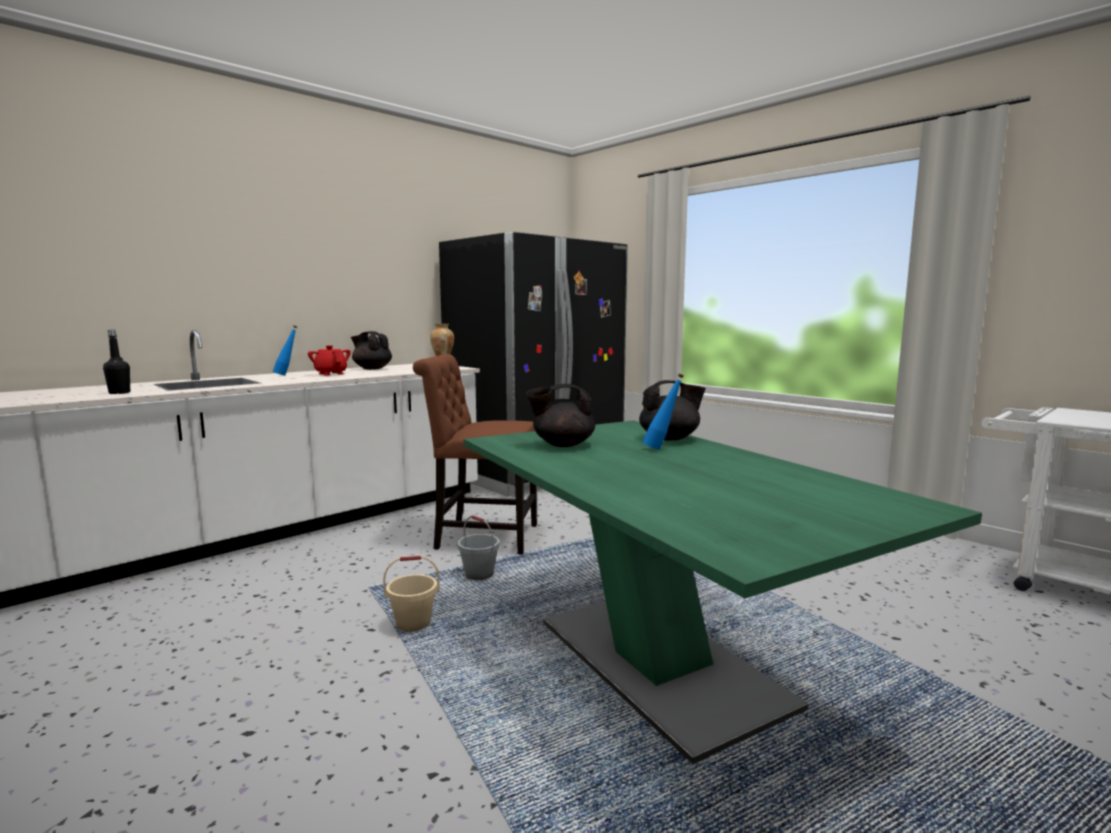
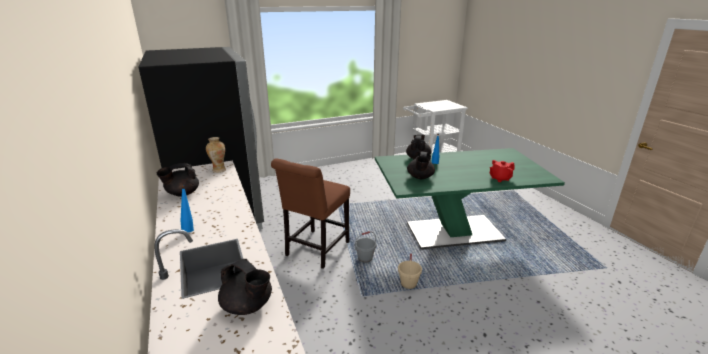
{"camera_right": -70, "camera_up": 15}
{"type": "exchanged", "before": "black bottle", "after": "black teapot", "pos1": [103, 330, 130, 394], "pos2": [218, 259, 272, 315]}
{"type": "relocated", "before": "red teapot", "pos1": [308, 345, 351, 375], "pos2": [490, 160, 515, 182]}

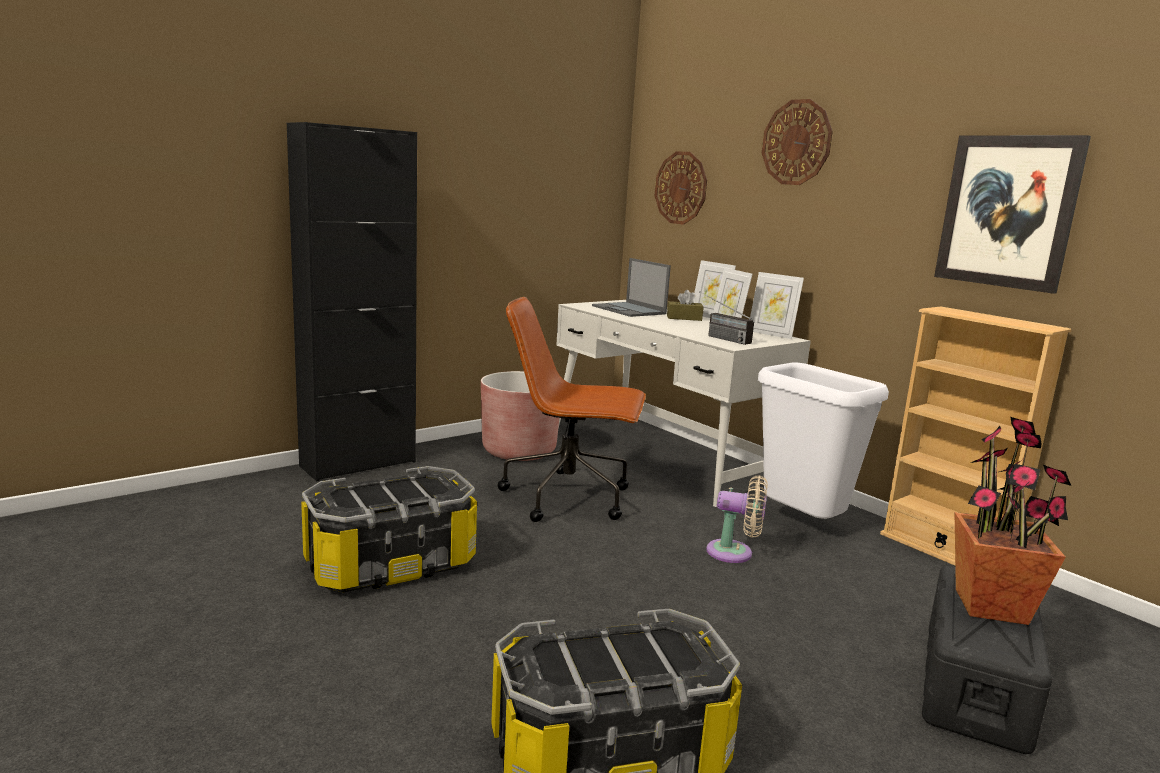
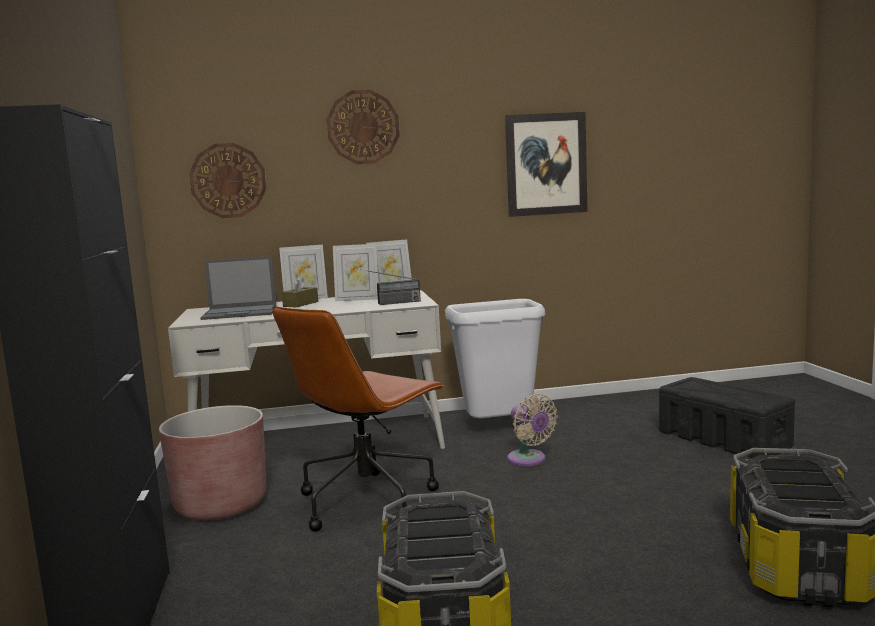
{"camera_right": -60, "camera_up": -5}
{"type": "spun", "before": "beige fan", "pos1": [706, 475, 768, 563], "pos2": [507, 394, 558, 466], "turn": 105}
{"type": "missing", "before": "beige bookcase", "pos1": [880, 307, 1072, 566]}
{"type": "missing", "before": "potted plant", "pos1": [954, 417, 1071, 625]}

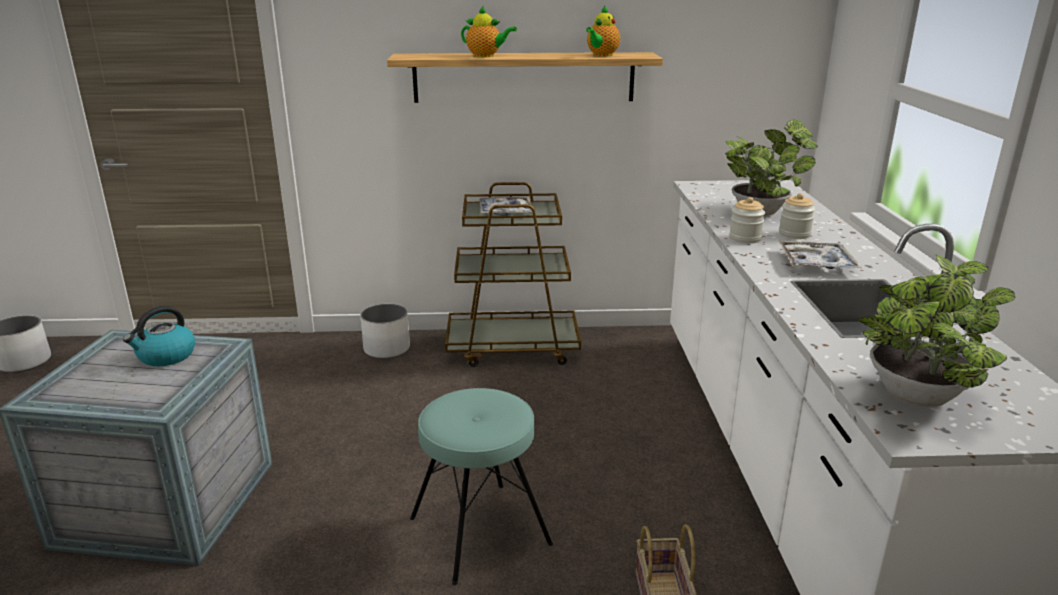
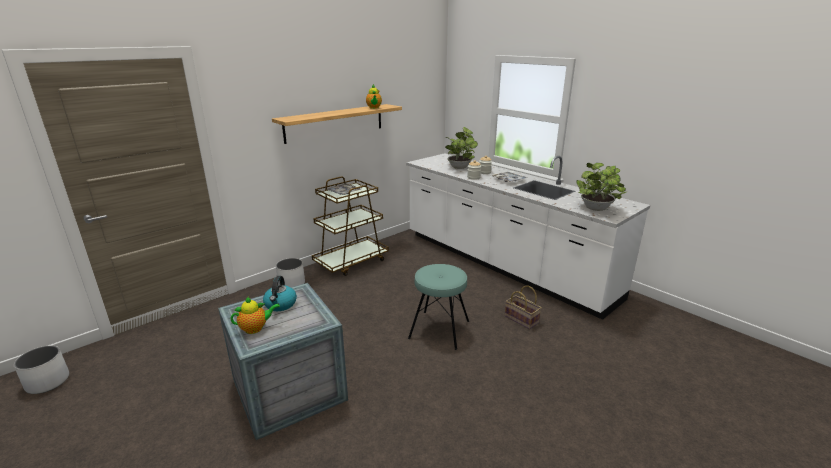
{"camera_right": -40, "camera_up": 0}
{"type": "relocated", "before": "teapot", "pos1": [461, 5, 517, 57], "pos2": [230, 297, 280, 334]}

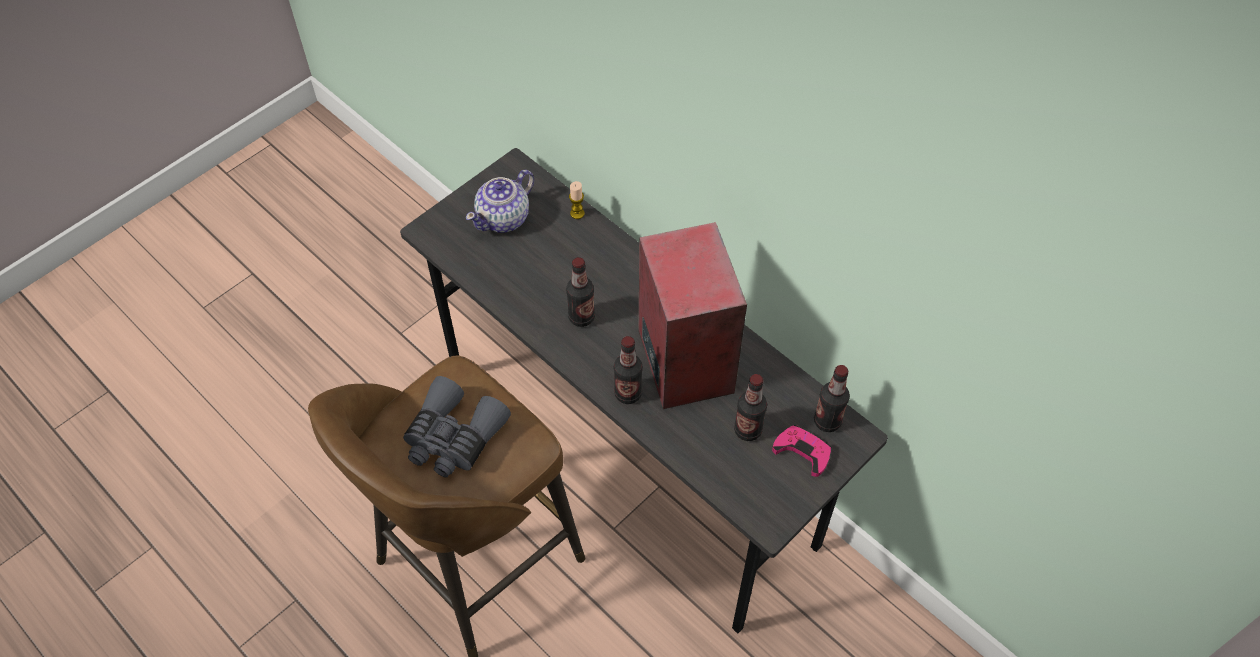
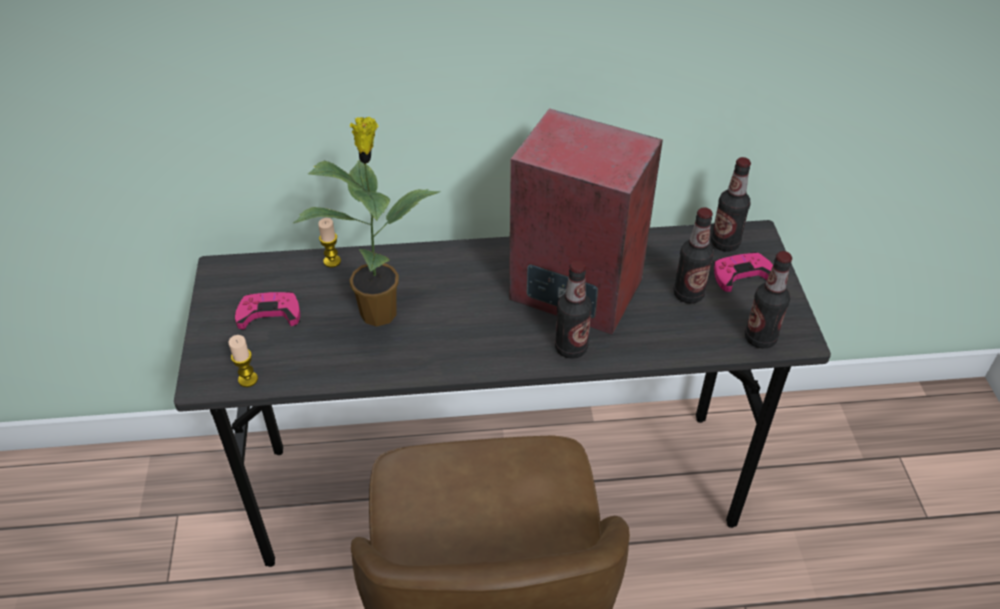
{"camera_right": -50, "camera_up": -10}
{"type": "appeared", "after": "candle", "pos2": [228, 335, 258, 387]}
{"type": "exchanged", "before": "teapot", "after": "pink game controller", "pos1": [466, 170, 534, 233], "pos2": [235, 291, 300, 329]}
{"type": "appeared", "after": "potted plant", "pos2": [293, 117, 441, 327]}
{"type": "relocated", "before": "bottle", "pos1": [566, 257, 595, 327], "pos2": [745, 251, 792, 349]}
{"type": "missing", "before": "grey binoculars", "pos1": [403, 376, 511, 477]}

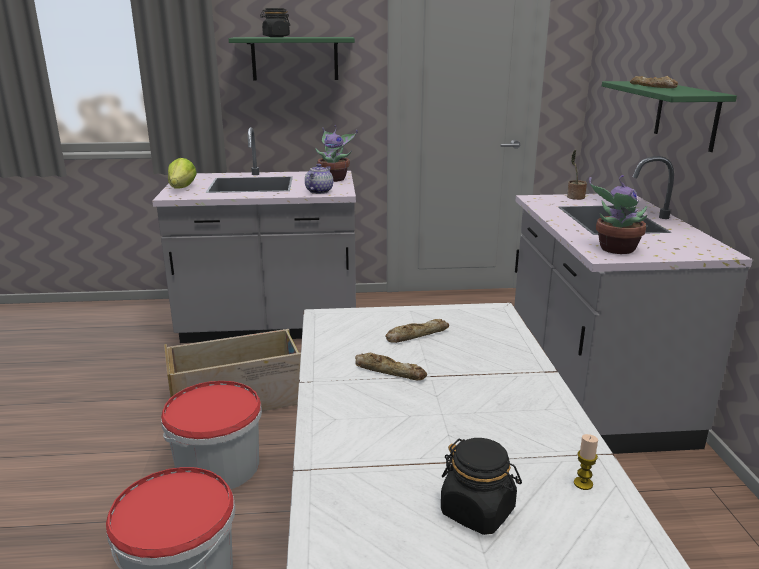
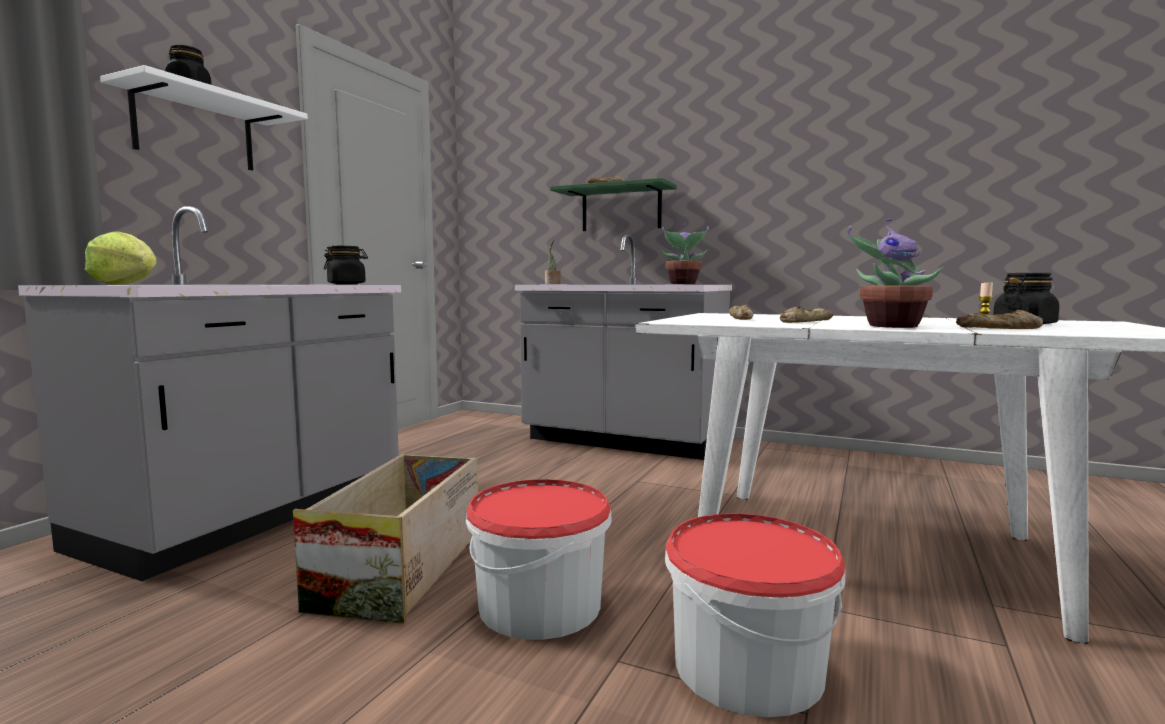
{"camera_right": -60, "camera_up": -15}
{"type": "colour", "before": "green shelf", "after": "white shelf", "pos1": [229, 37, 355, 80], "pos2": [100, 65, 308, 171]}
{"type": "exchanged", "before": "teapot", "after": "black jar", "pos1": [305, 164, 333, 194], "pos2": [324, 246, 368, 284]}
{"type": "relocated", "before": "potted plant", "pos1": [315, 125, 358, 182], "pos2": [847, 218, 944, 328]}
{"type": "appeared", "after": "bread", "pos2": [956, 310, 1043, 329]}

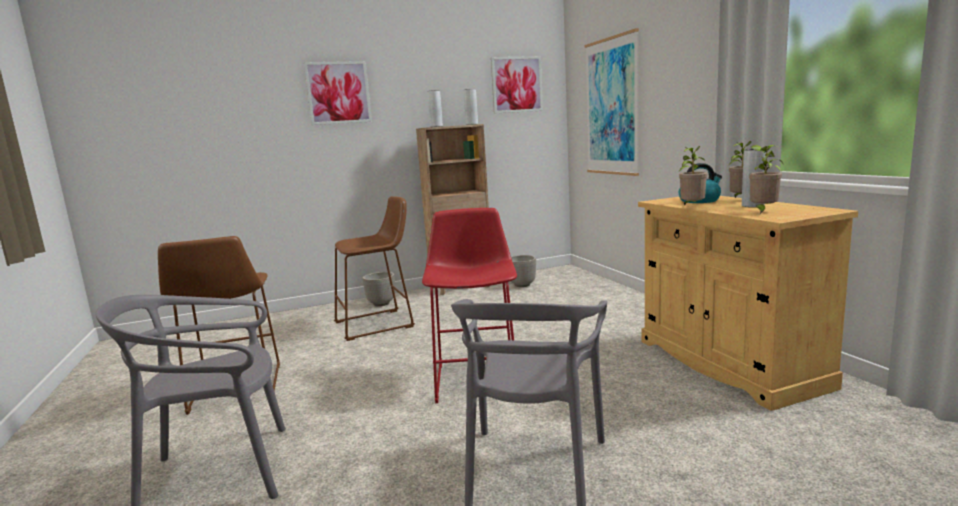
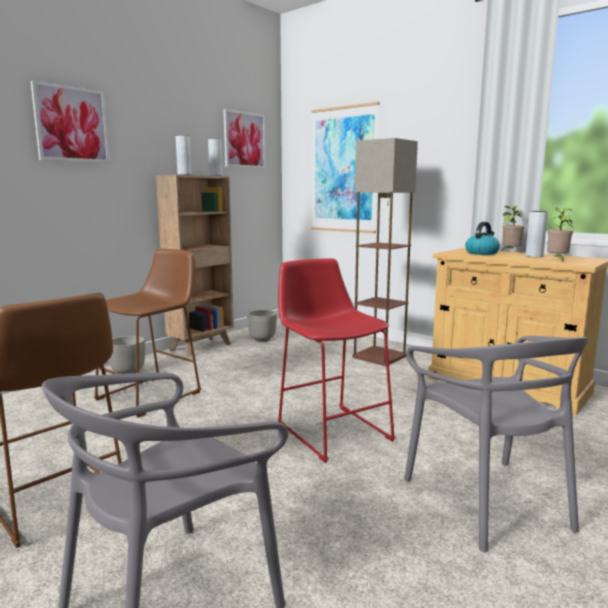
{"camera_right": -30, "camera_up": 0}
{"type": "appeared", "after": "floor lamp", "pos2": [352, 138, 418, 366]}
{"type": "missing", "before": "potted plant", "pos1": [678, 146, 707, 205]}

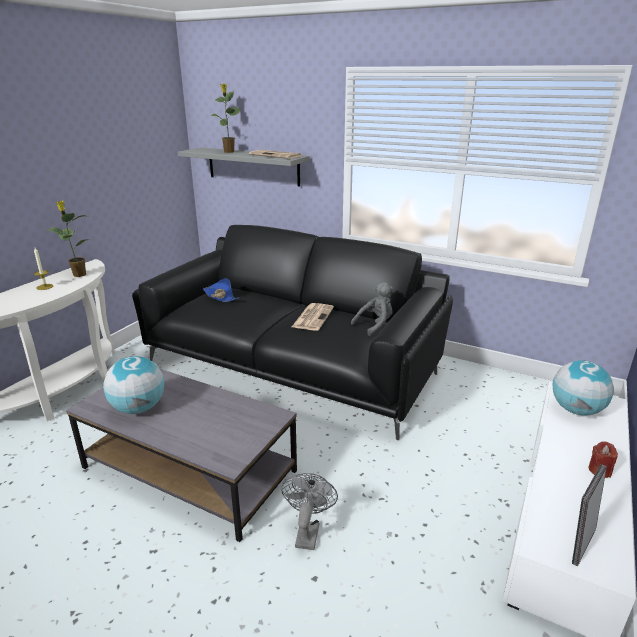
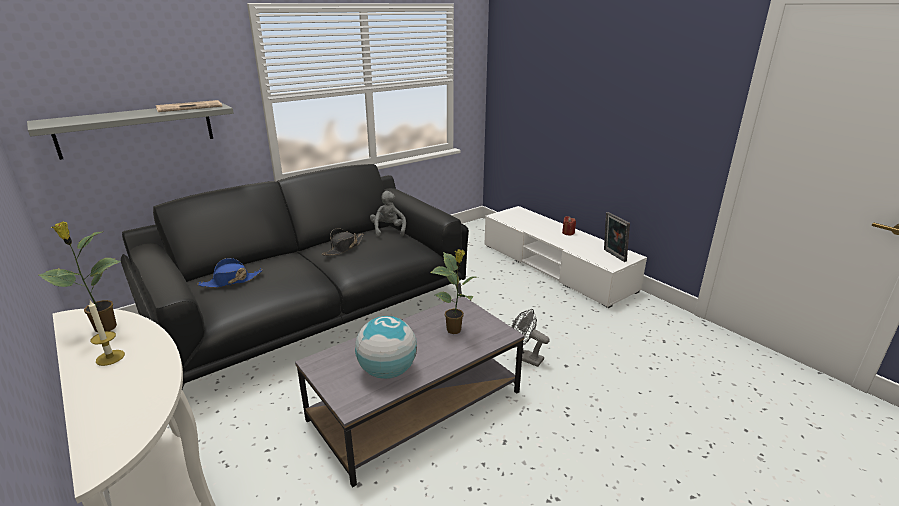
{"camera_right": -65, "camera_up": 0}
{"type": "exchanged", "before": "newspaper", "after": "black hat", "pos1": [292, 303, 334, 330], "pos2": [322, 229, 364, 256]}
{"type": "relocated", "before": "potted plant", "pos1": [210, 84, 241, 153], "pos2": [430, 249, 477, 334]}
{"type": "missing", "before": "globe", "pos1": [552, 360, 614, 415]}

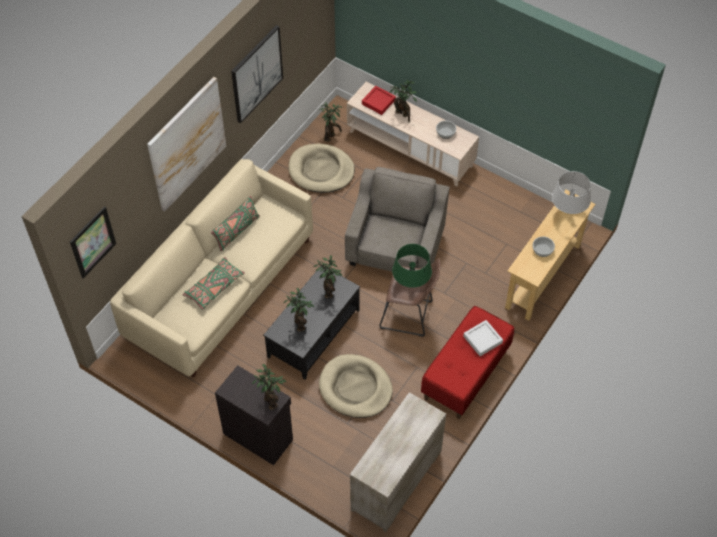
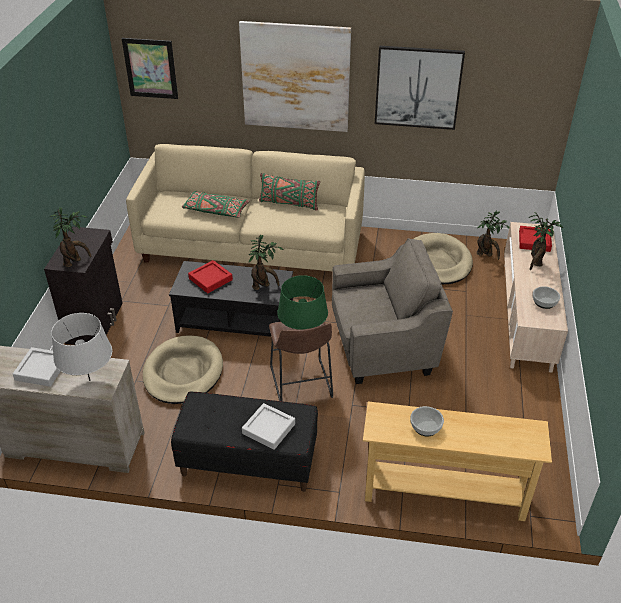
{"camera_right": 65, "camera_up": -15}
{"type": "appeared", "after": "grey tray", "pos2": [13, 347, 61, 387]}
{"type": "relocated", "before": "grey table lamp", "pos1": [552, 171, 591, 214], "pos2": [51, 313, 112, 381]}
{"type": "colour", "before": "red bench", "after": "black bench", "pos1": [421, 306, 514, 419], "pos2": [171, 392, 318, 492]}
{"type": "exchanged", "before": "potted plant", "after": "red tray", "pos1": [283, 288, 315, 332], "pos2": [188, 260, 233, 293]}

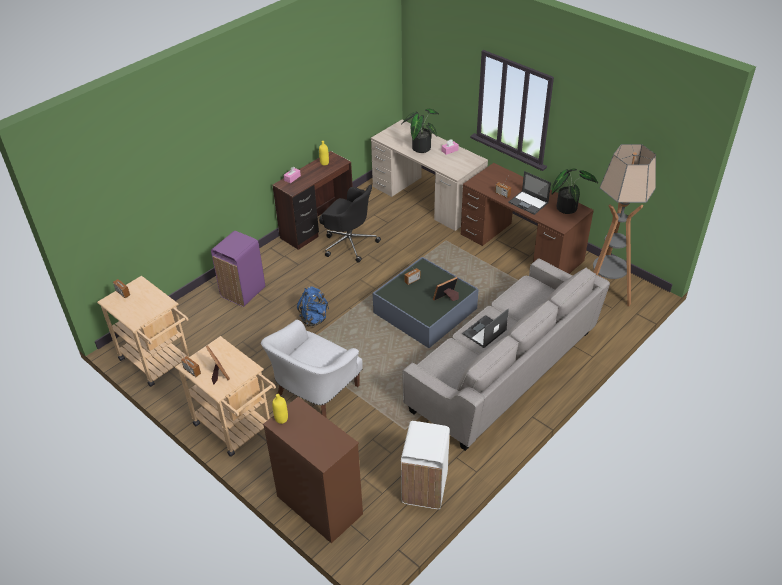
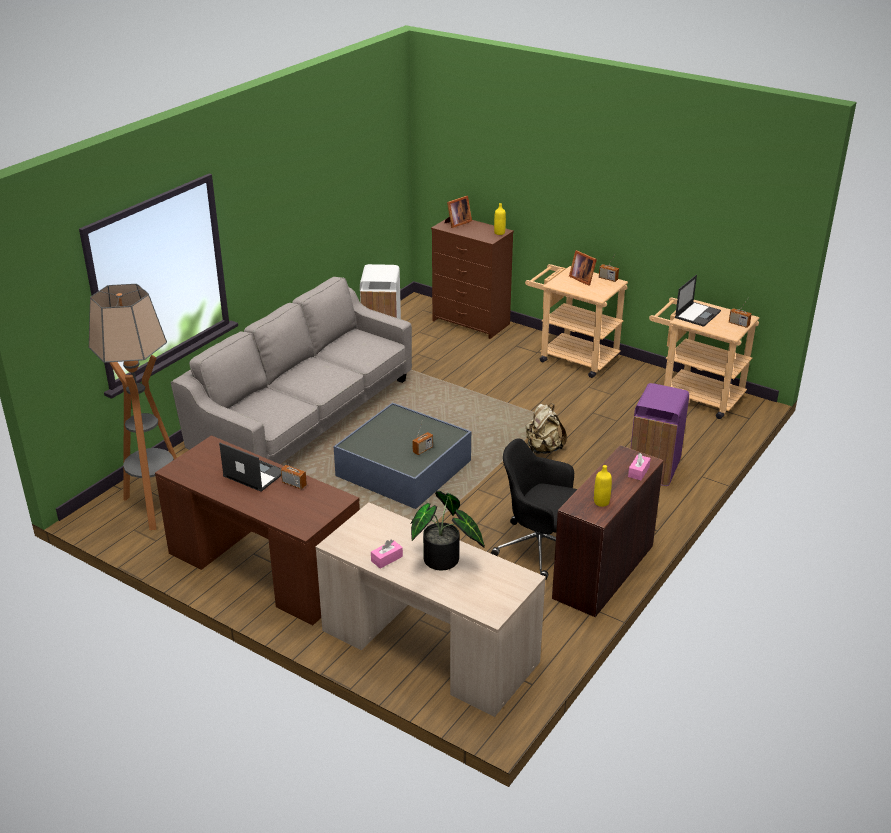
{"camera_right": 170, "camera_up": -10}
{"type": "relocated", "before": "picture frame", "pos1": [433, 277, 459, 301], "pos2": [445, 196, 472, 228]}
{"type": "colour", "before": "blue backpack", "after": "beige backpack", "pos1": [297, 286, 329, 328], "pos2": [525, 403, 567, 454]}
{"type": "relocated", "before": "laptop", "pos1": [462, 309, 509, 348], "pos2": [675, 275, 721, 327]}
{"type": "missing", "before": "white armchair", "pos1": [261, 320, 363, 417]}
{"type": "missing", "before": "potted plant", "pos1": [552, 169, 598, 214]}

